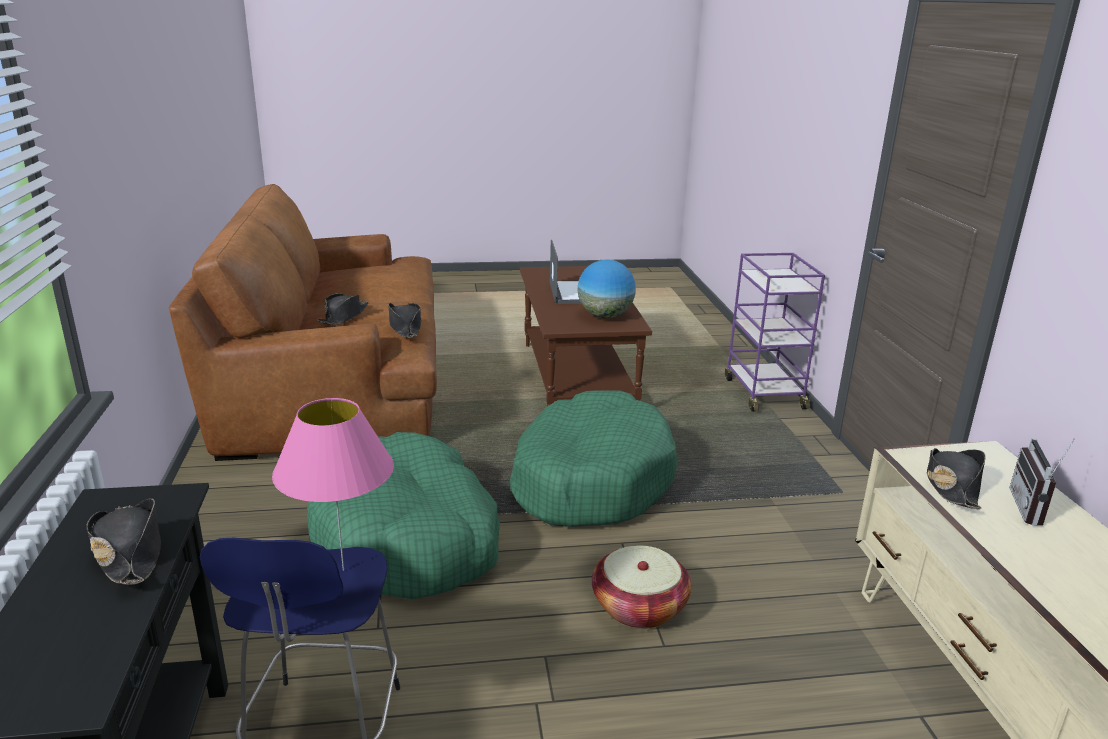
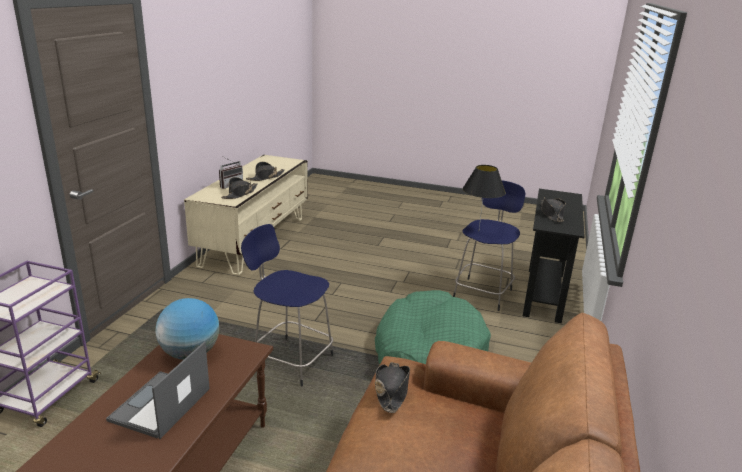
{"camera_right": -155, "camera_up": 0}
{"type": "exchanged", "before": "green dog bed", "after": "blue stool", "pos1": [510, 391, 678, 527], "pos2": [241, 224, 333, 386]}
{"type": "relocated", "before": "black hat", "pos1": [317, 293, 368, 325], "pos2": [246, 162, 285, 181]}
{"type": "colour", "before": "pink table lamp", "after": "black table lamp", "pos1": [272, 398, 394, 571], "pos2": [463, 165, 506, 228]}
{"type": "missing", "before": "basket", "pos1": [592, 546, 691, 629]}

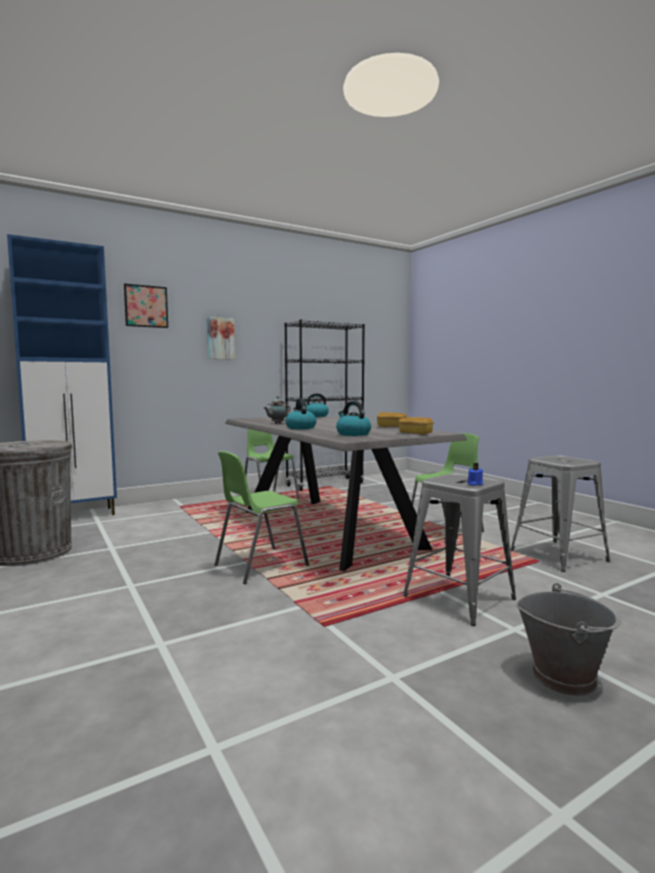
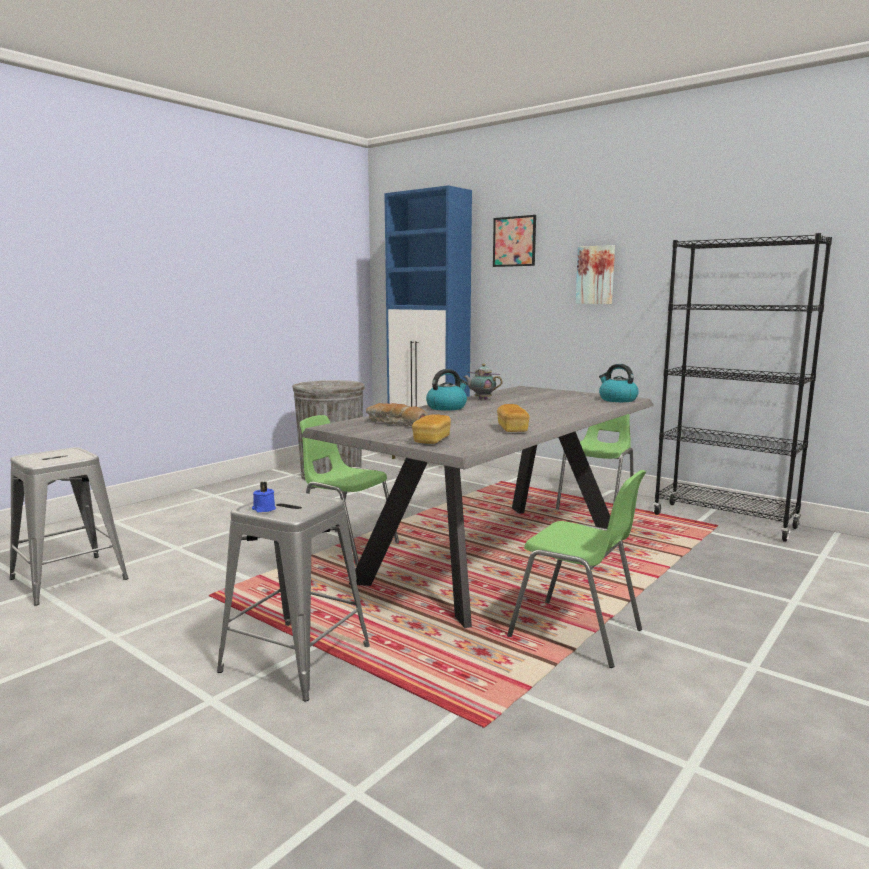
{"camera_right": 70, "camera_up": 5}
{"type": "relocated", "before": "grey stool", "pos1": [510, 455, 610, 572], "pos2": [10, 447, 128, 606]}
{"type": "exchanged", "before": "kettle", "after": "bread", "pos1": [336, 401, 371, 436], "pos2": [366, 403, 428, 426]}
{"type": "missing", "before": "grey bucket", "pos1": [515, 583, 621, 696]}

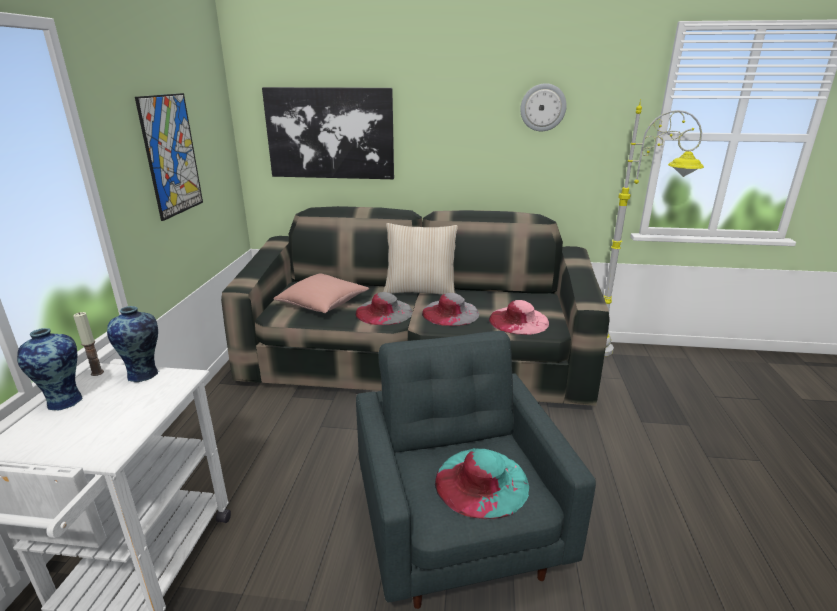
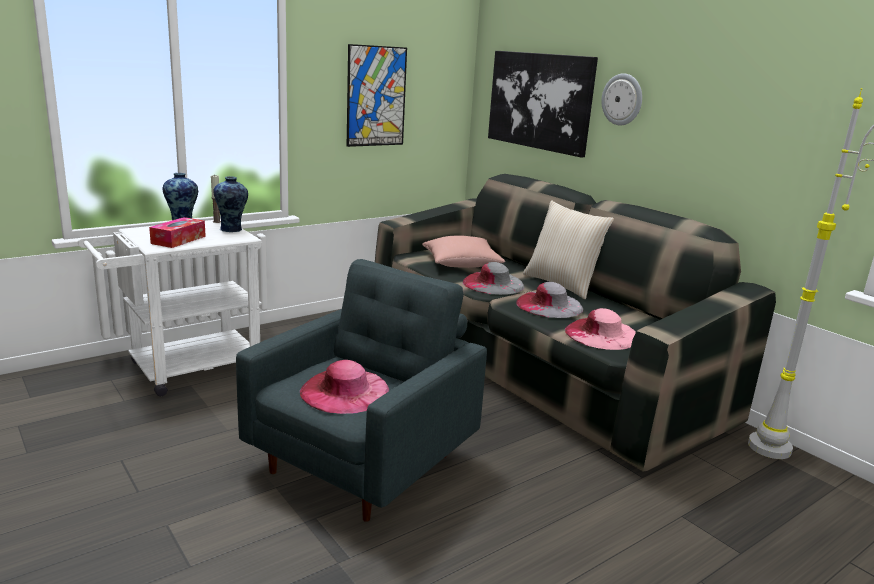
{"camera_right": 45, "camera_up": -5}
{"type": "appeared", "after": "tissue box", "pos2": [149, 217, 206, 248]}
{"type": "colour", "before": "turquoise hat", "after": "pink hat", "pos1": [435, 448, 529, 519], "pos2": [300, 360, 389, 414]}
{"type": "relocated", "before": "wall clock", "pos1": [520, 83, 567, 131], "pos2": [601, 73, 642, 126]}

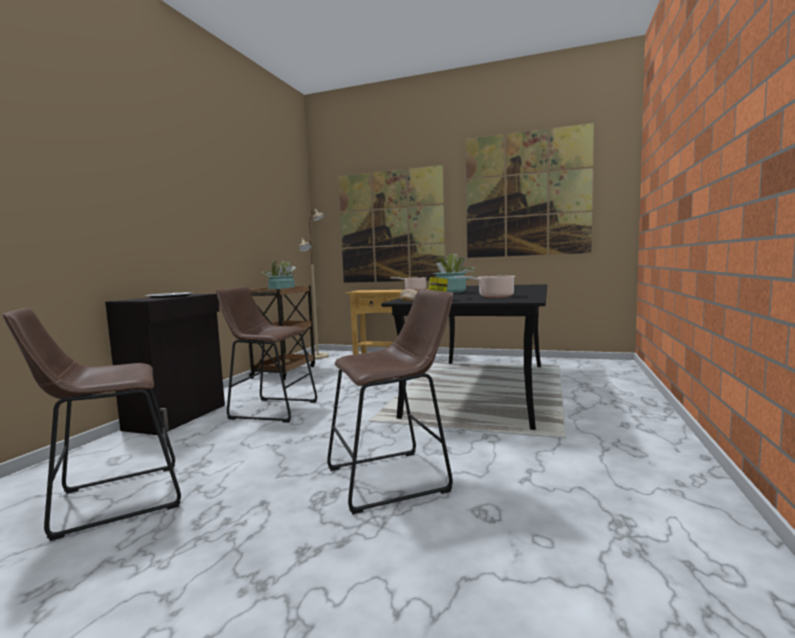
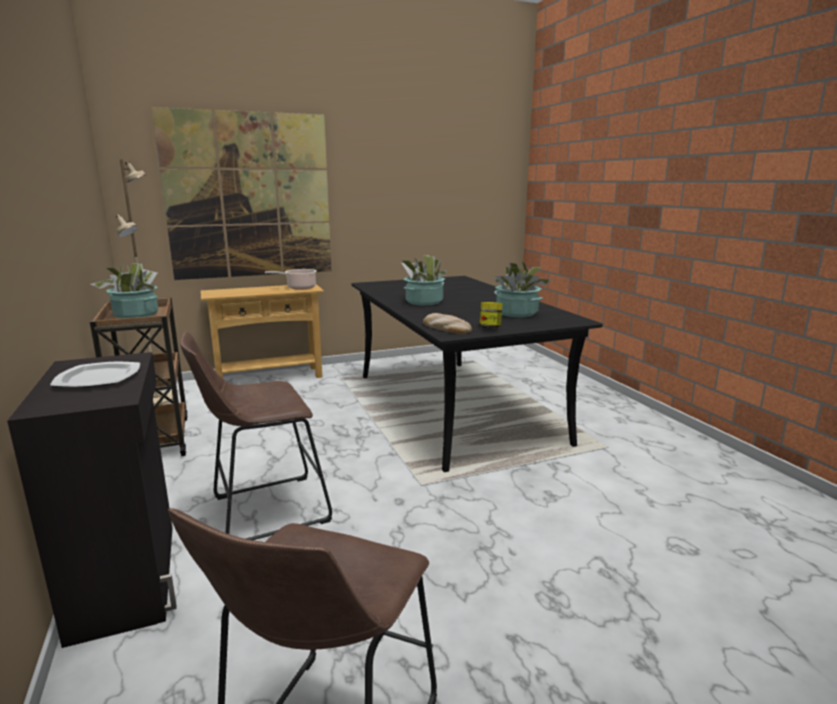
{"camera_right": -40, "camera_up": 10}
{"type": "exchanged", "before": "cooking pot", "after": "potted plant", "pos1": [455, 276, 516, 298], "pos2": [494, 262, 552, 318]}
{"type": "missing", "before": "brown stool", "pos1": [327, 289, 453, 514]}
{"type": "missing", "before": "picture", "pos1": [465, 123, 594, 258]}

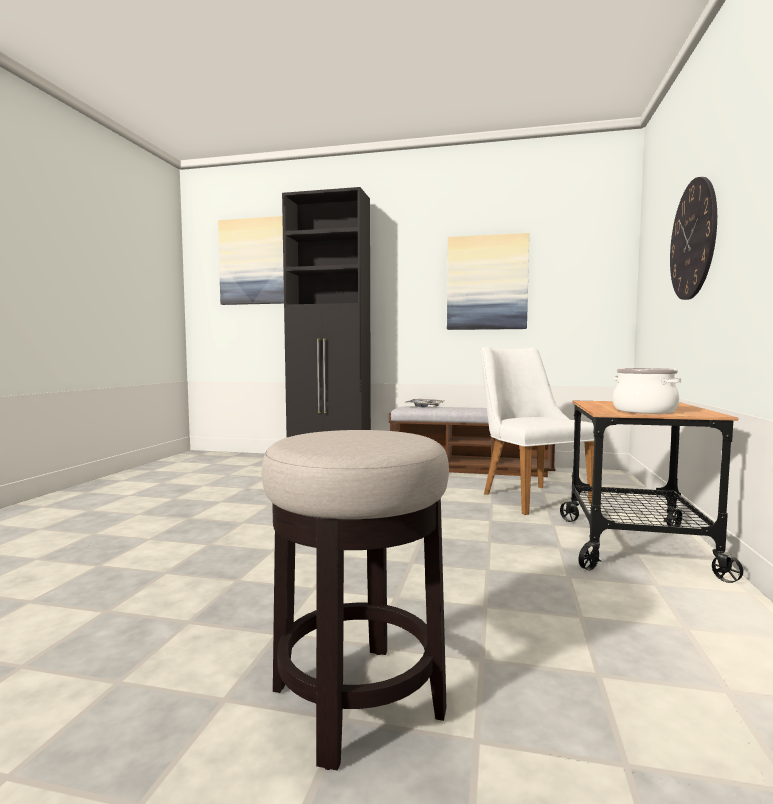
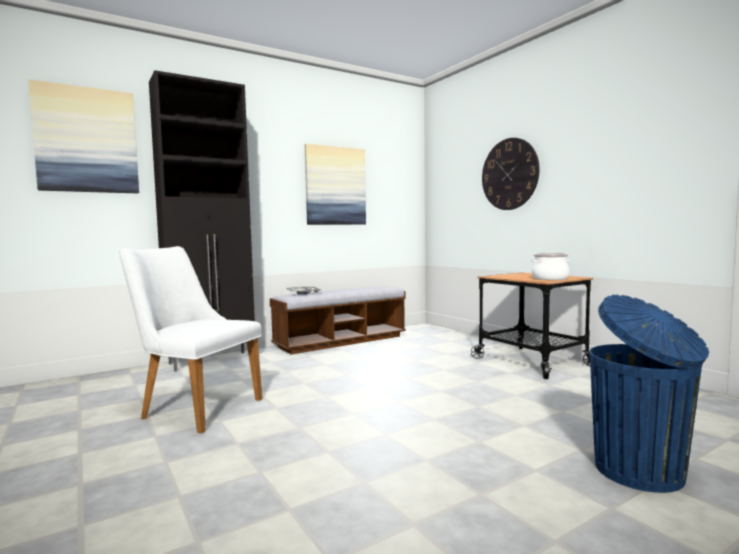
{"camera_right": -45, "camera_up": 0}
{"type": "relocated", "before": "white chair", "pos1": [480, 347, 594, 515], "pos2": [119, 246, 262, 434]}
{"type": "exchanged", "before": "stool", "after": "blue trash can", "pos1": [262, 430, 449, 771], "pos2": [589, 295, 709, 493]}

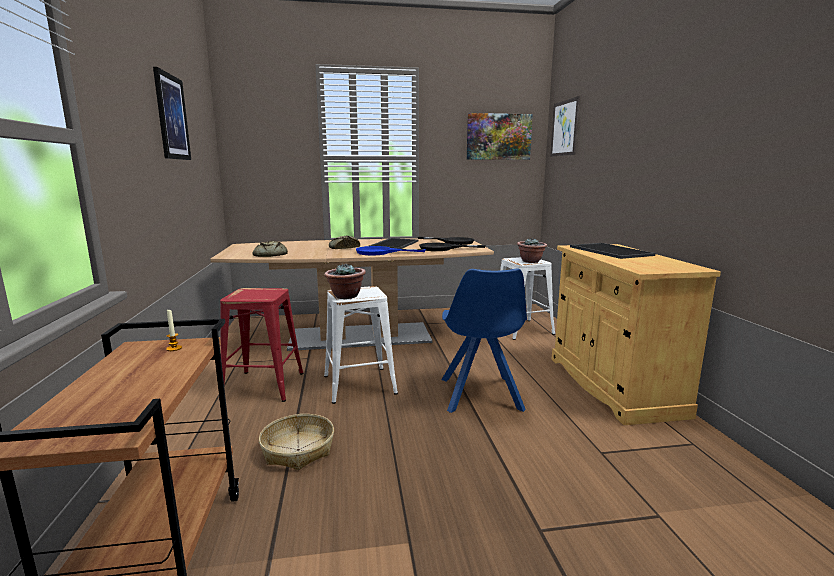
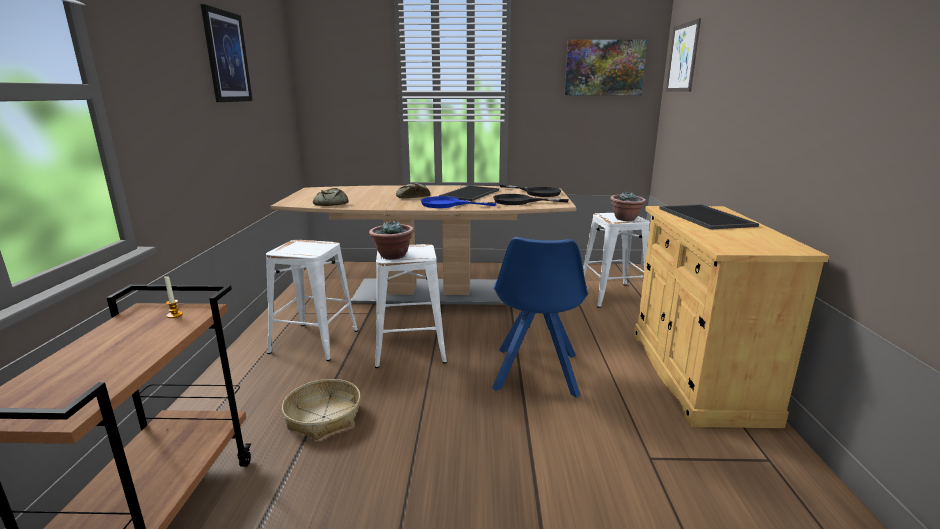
{"camera_right": 10, "camera_up": 5}
{"type": "colour", "before": "red stool", "after": "white stool", "pos1": [219, 288, 304, 402], "pos2": [266, 240, 358, 361]}

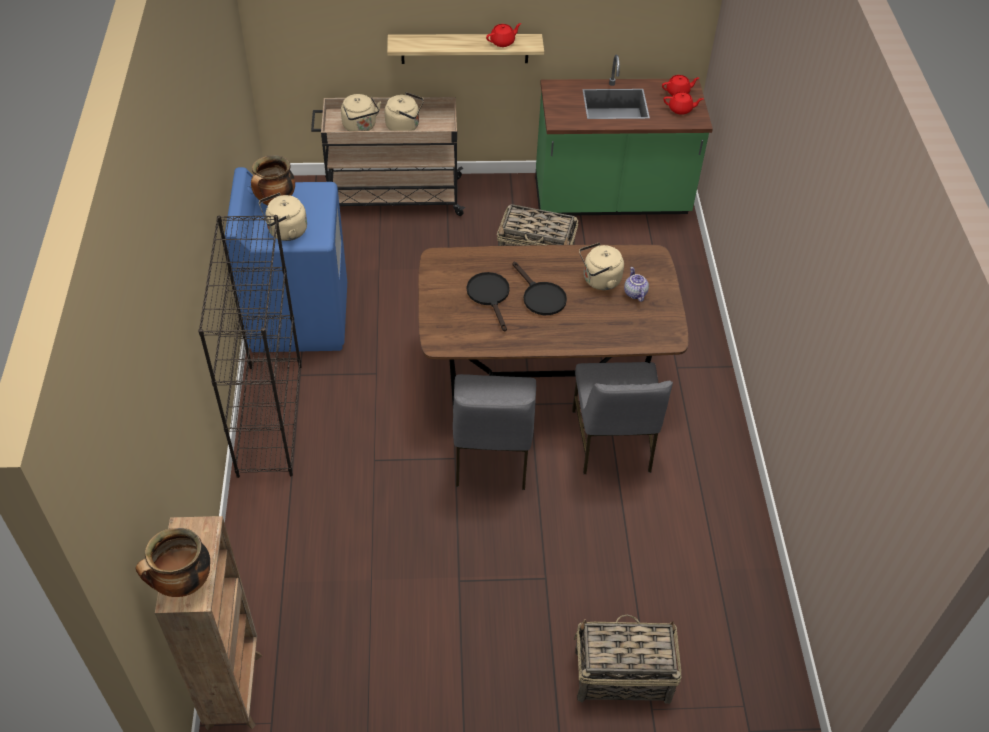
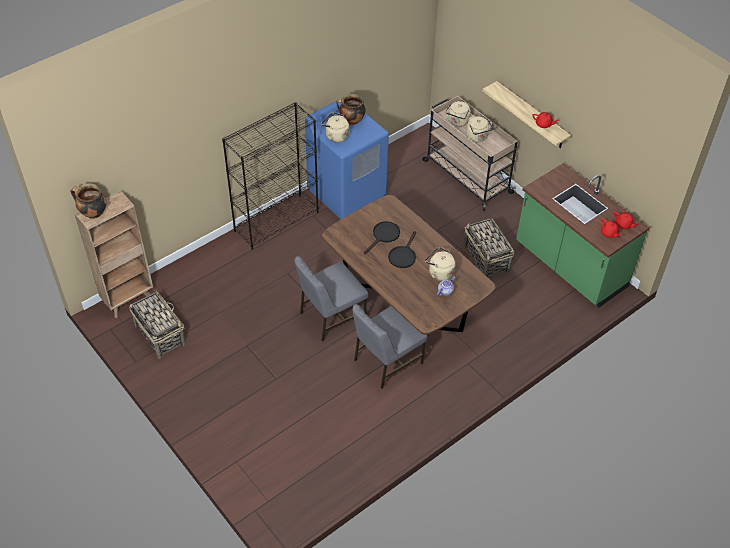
{"camera_right": 55, "camera_up": 0}
{"type": "relocated", "before": "basket", "pos1": [574, 614, 682, 704], "pos2": [129, 289, 186, 359]}

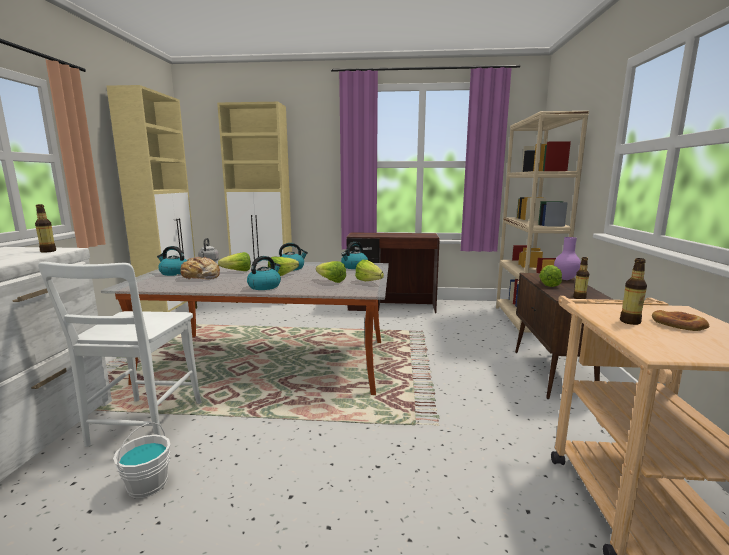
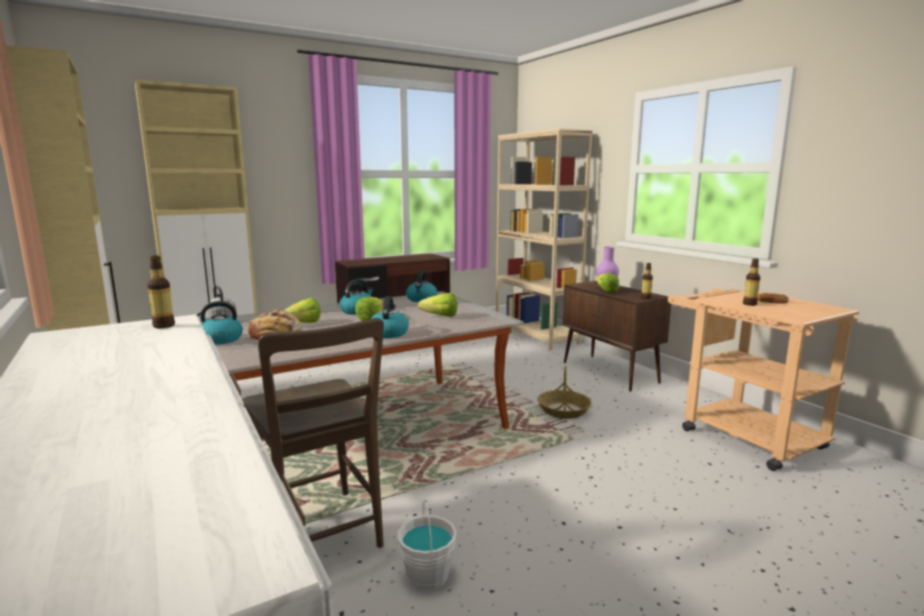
{"camera_right": -35, "camera_up": 0}
{"type": "colour", "before": "white chair", "after": "brown chair", "pos1": [38, 262, 202, 447], "pos2": [242, 318, 384, 548]}
{"type": "appeared", "after": "basket", "pos2": [537, 366, 592, 419]}
{"type": "missing", "before": "lettuce", "pos1": [355, 260, 384, 281]}

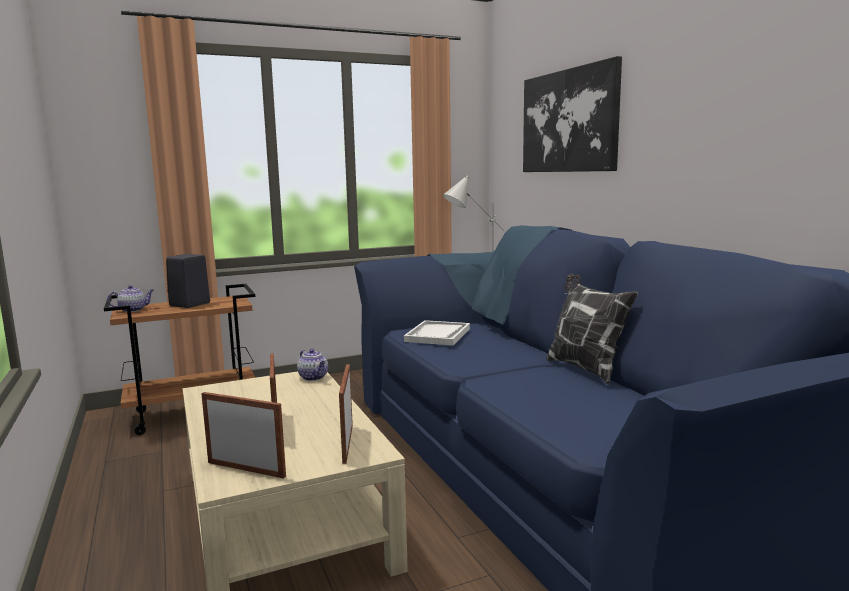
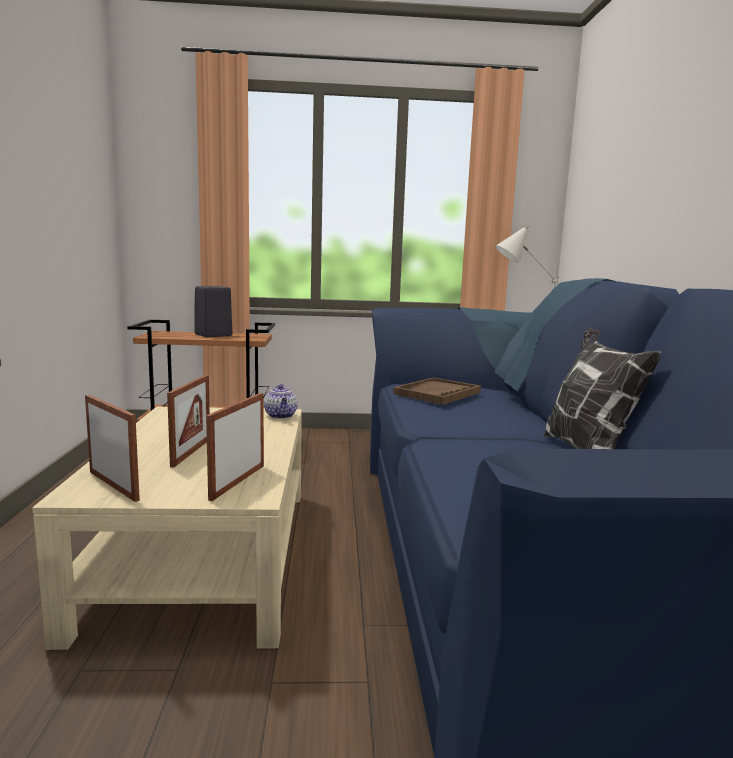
{"camera_right": 20, "camera_up": 0}
{"type": "colour", "before": "white tray", "after": "brown tray", "pos1": [404, 320, 470, 346], "pos2": [393, 377, 481, 405]}
{"type": "missing", "before": "teapot", "pos1": [107, 285, 154, 312]}
{"type": "missing", "before": "picture", "pos1": [523, 56, 622, 172]}

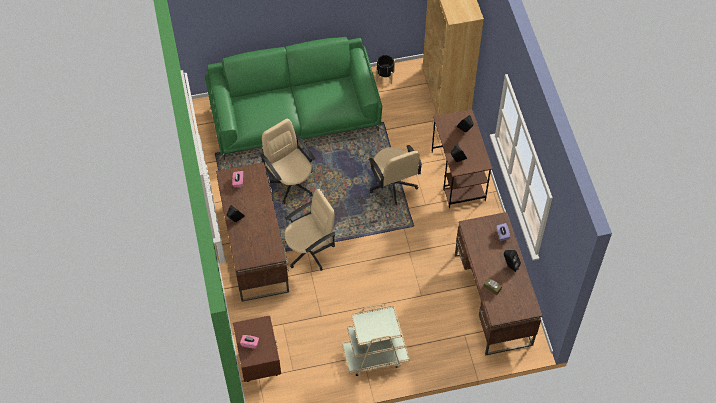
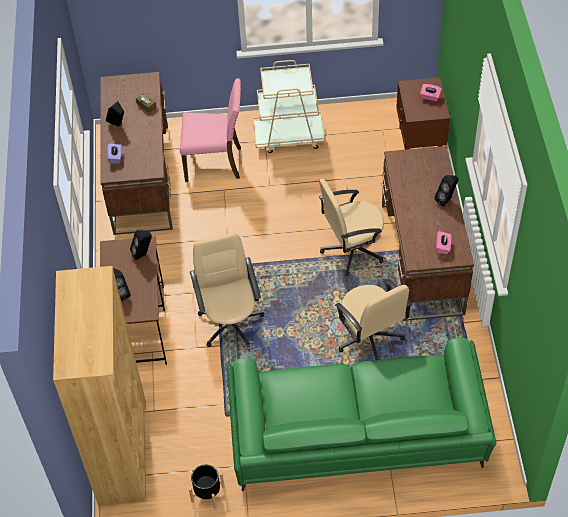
{"camera_right": -170, "camera_up": -5}
{"type": "appeared", "after": "pink chair", "pos2": [180, 78, 241, 182]}

